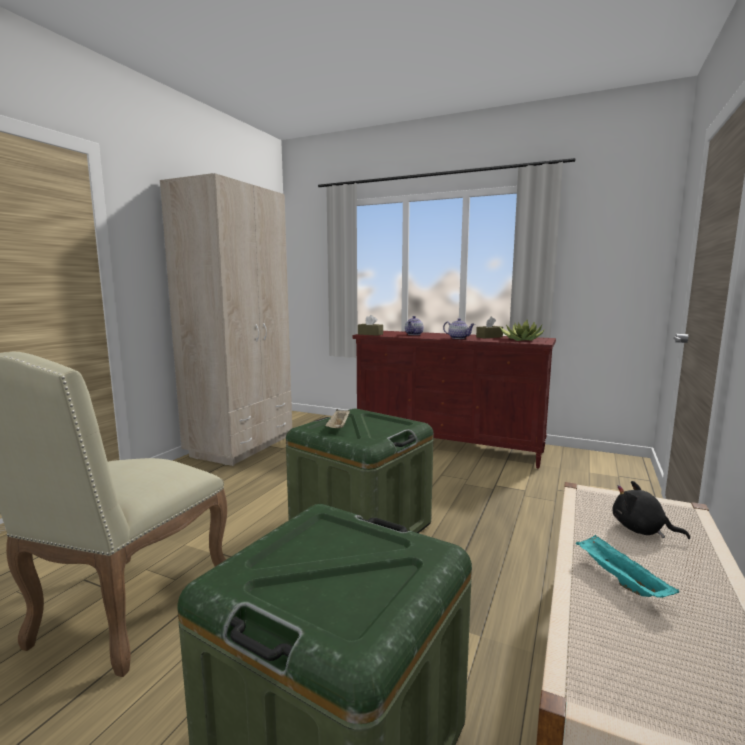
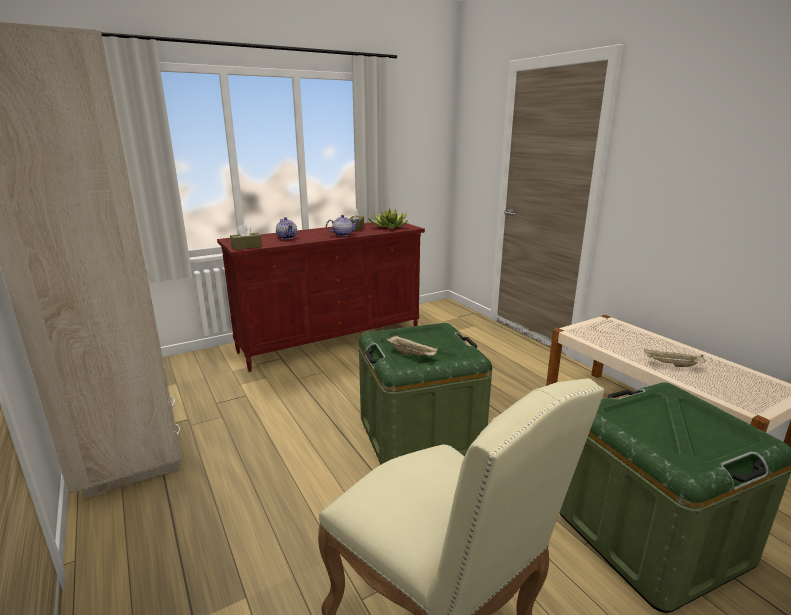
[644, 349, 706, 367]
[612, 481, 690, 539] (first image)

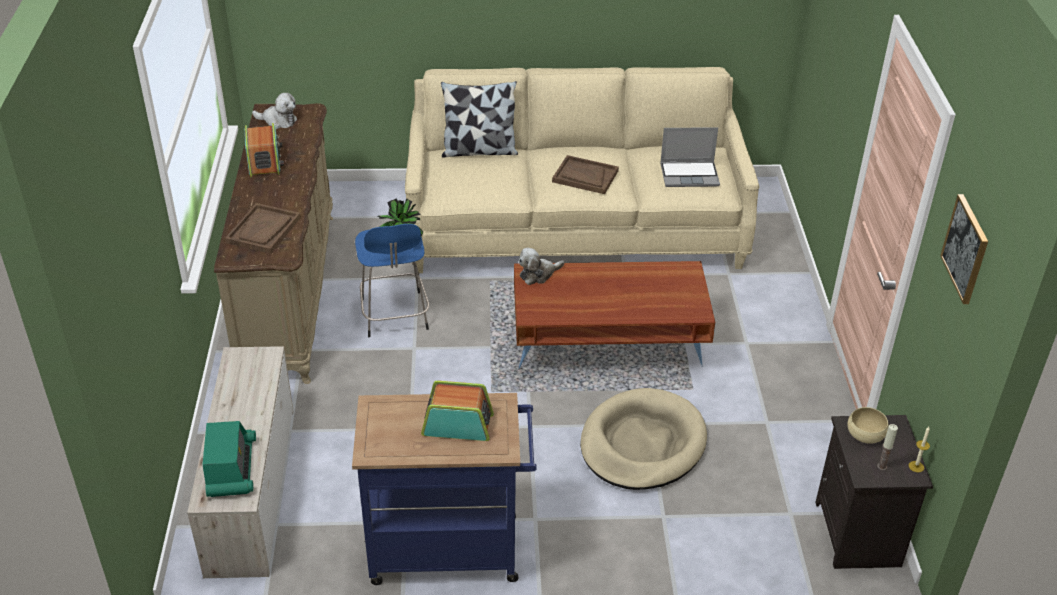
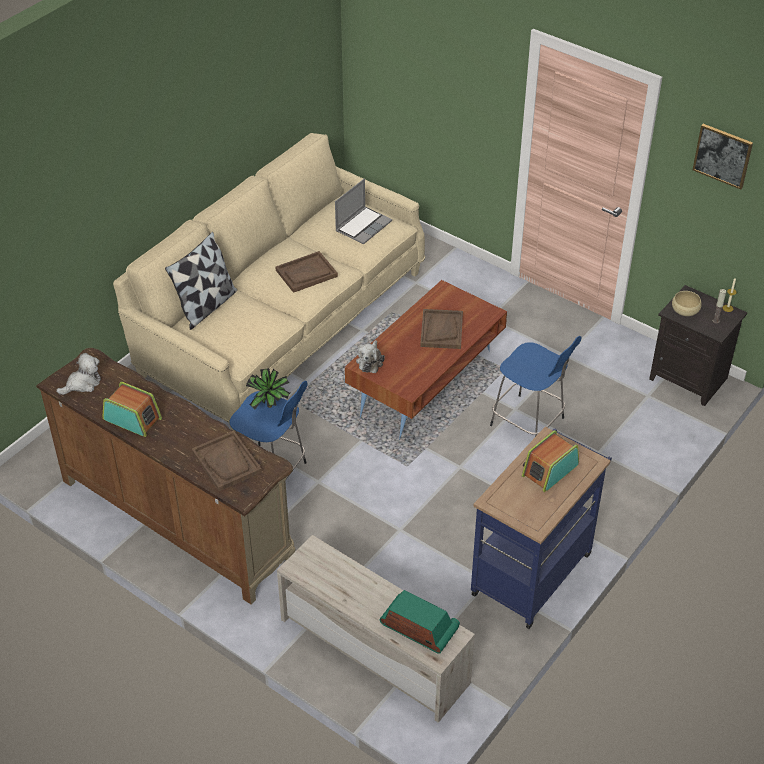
[420, 309, 463, 349]
[490, 336, 581, 437]

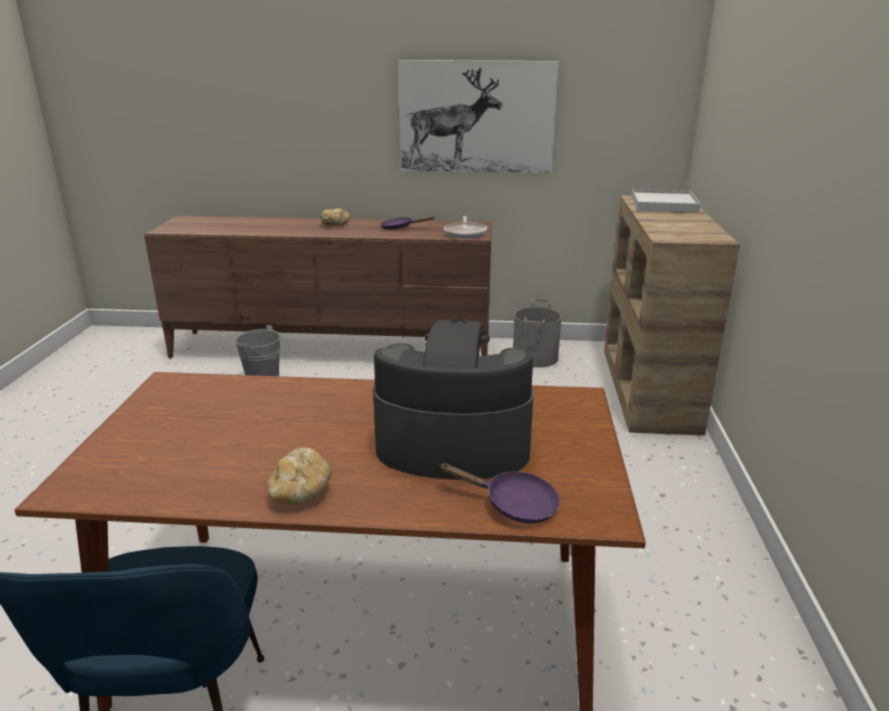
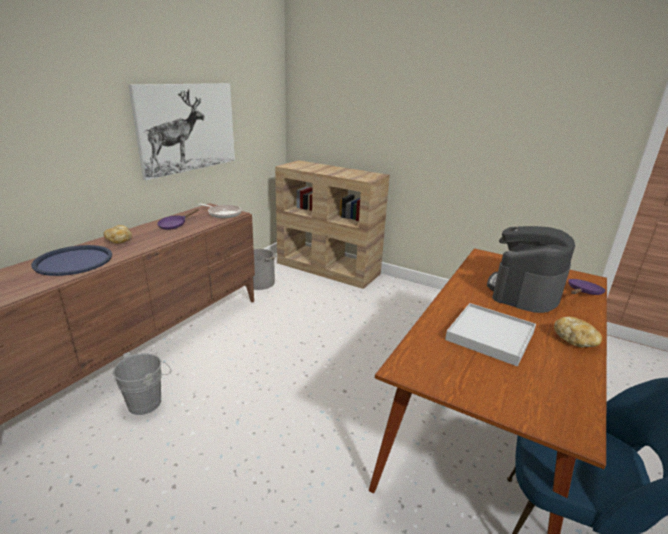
[31, 245, 112, 276]
[445, 303, 536, 367]

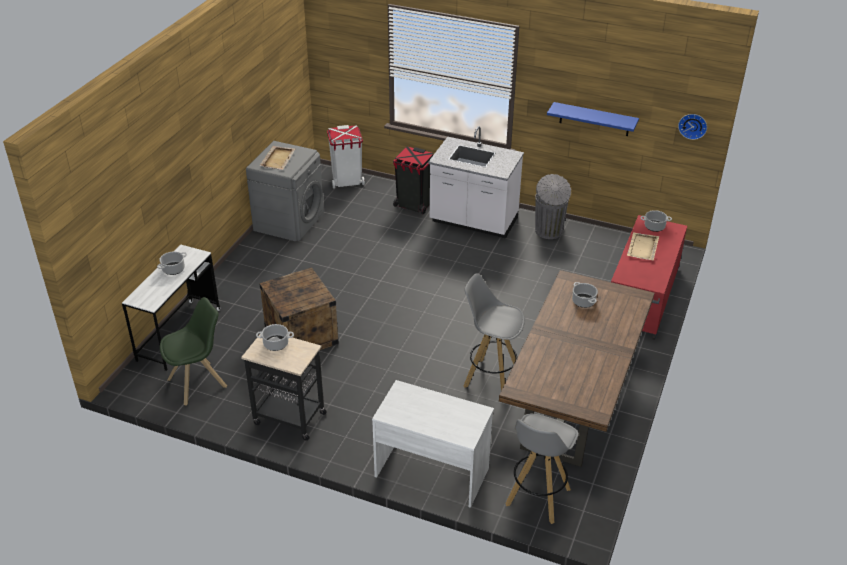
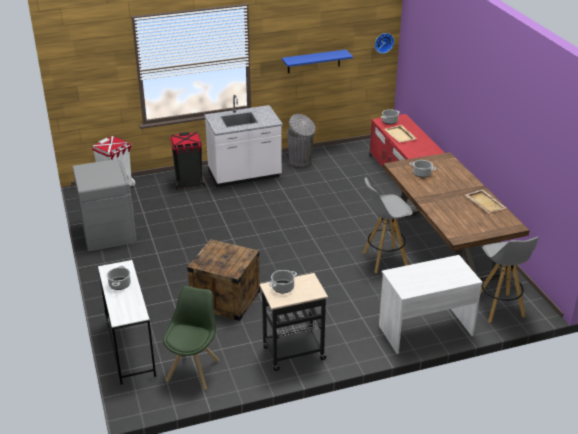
[464, 189, 506, 213]

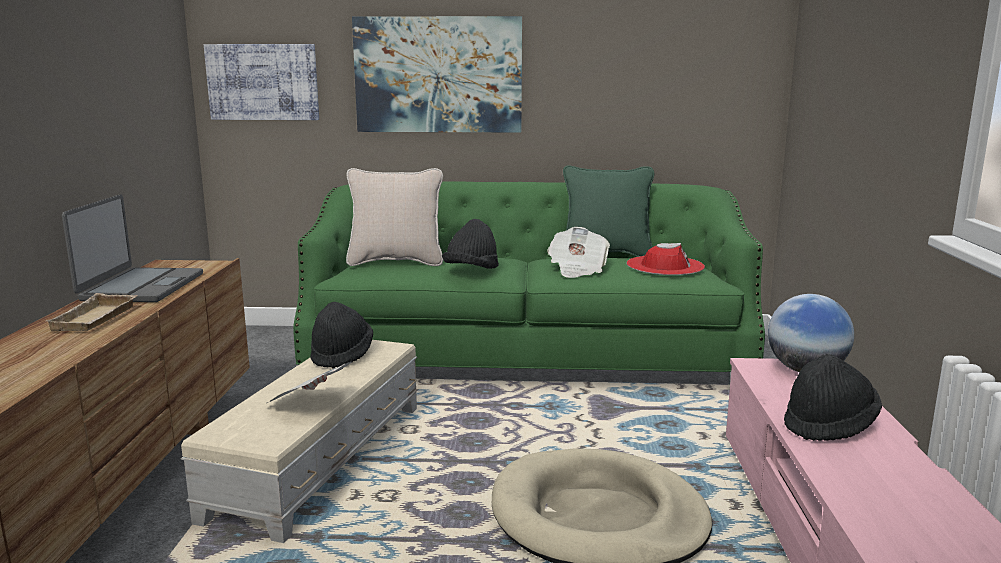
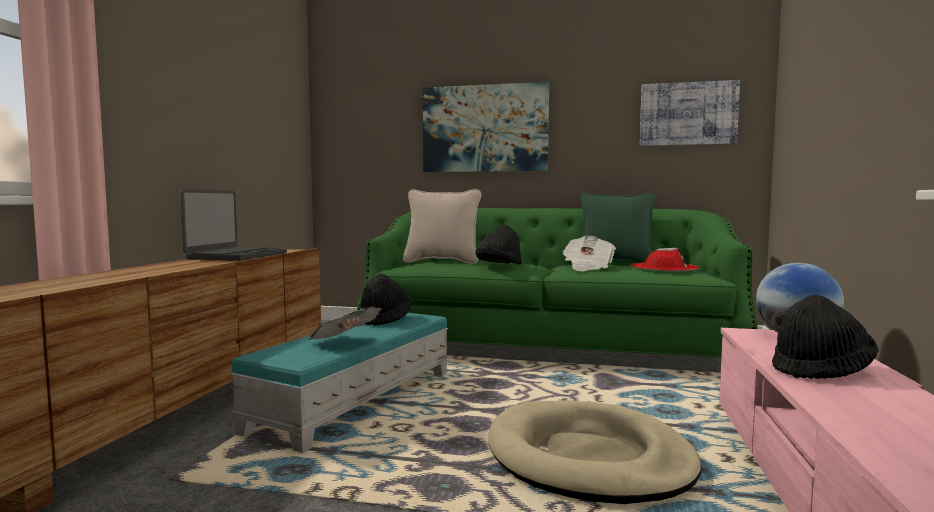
[230, 313, 448, 453]
[640, 80, 740, 146]
[47, 293, 138, 331] (first image)

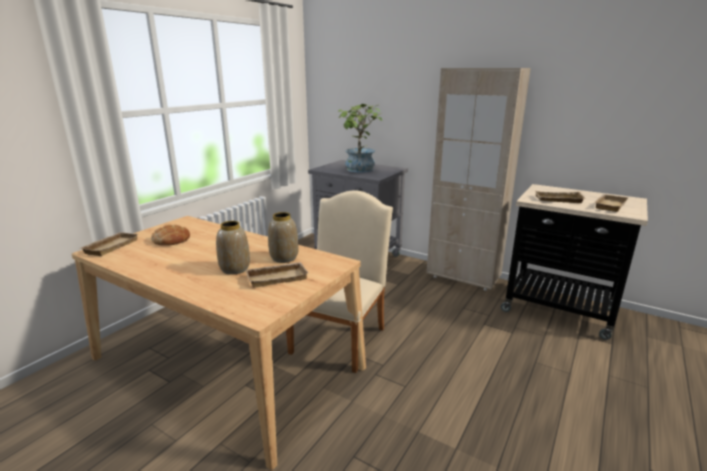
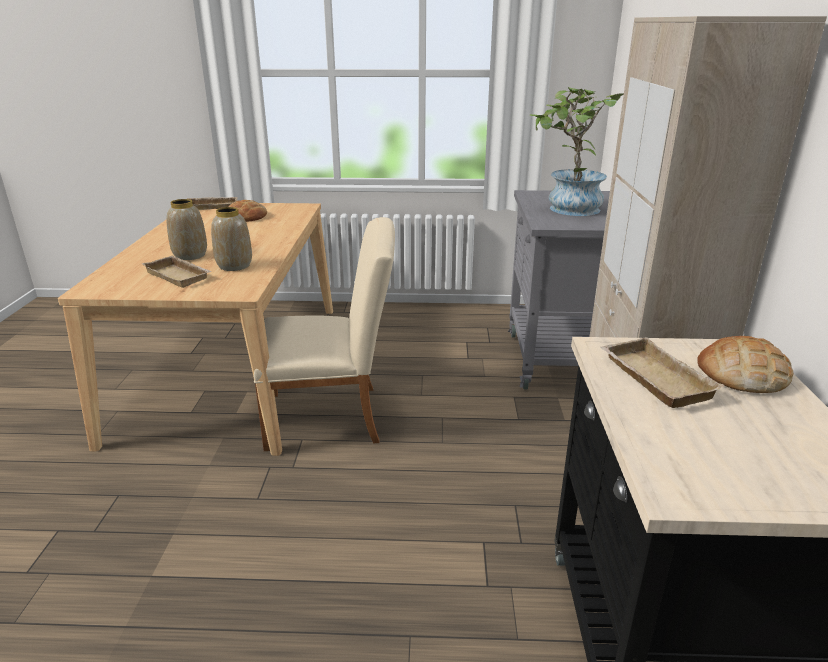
[697, 336, 793, 393]
[594, 194, 629, 212] (first image)

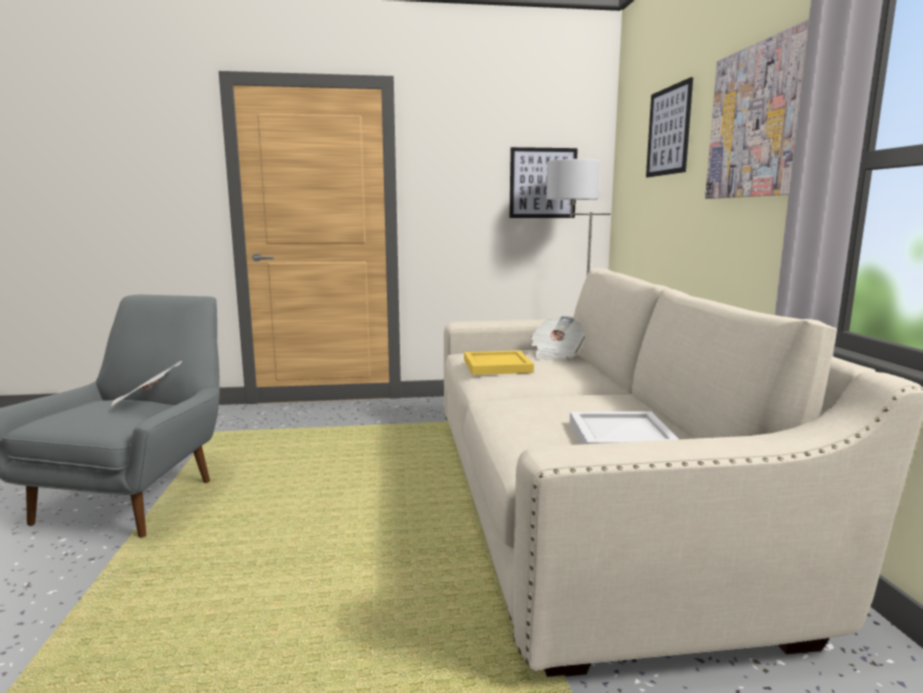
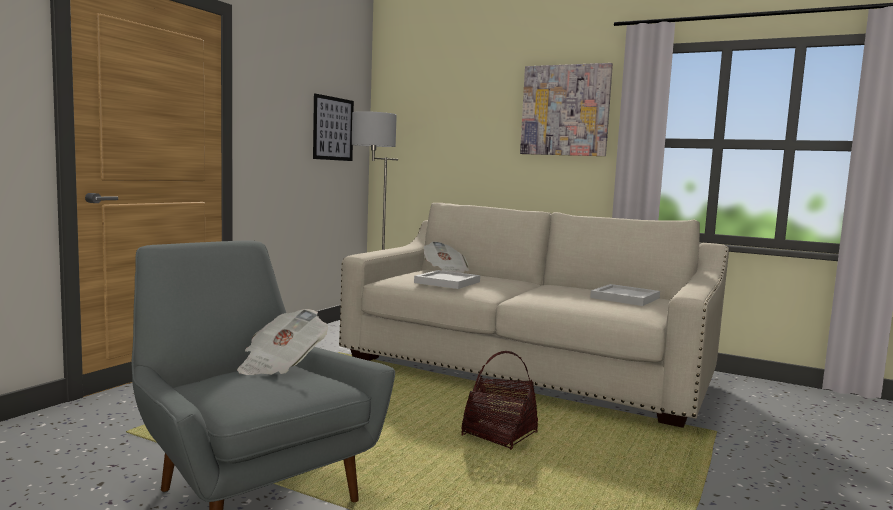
[414, 270, 480, 289]
[461, 351, 538, 450]
[646, 77, 693, 177] (first image)

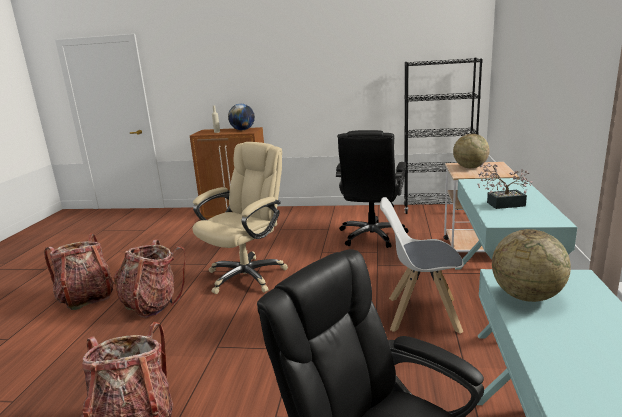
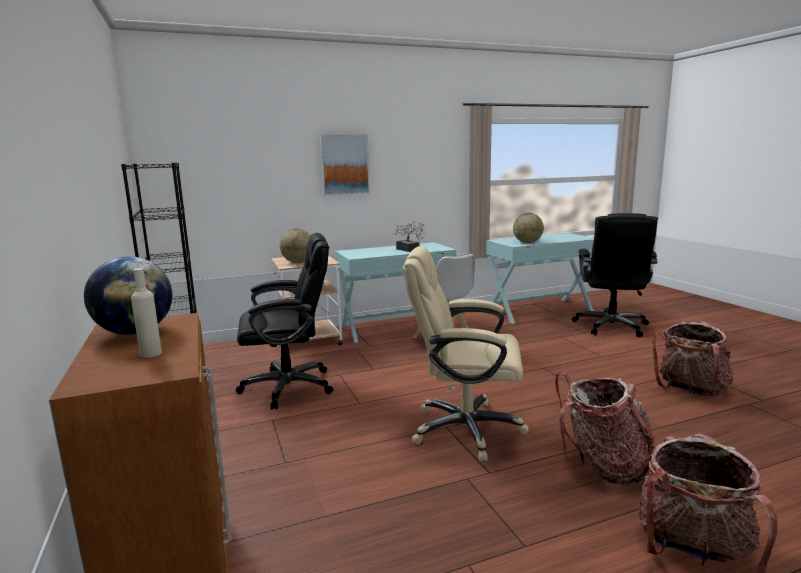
[320, 134, 370, 196]

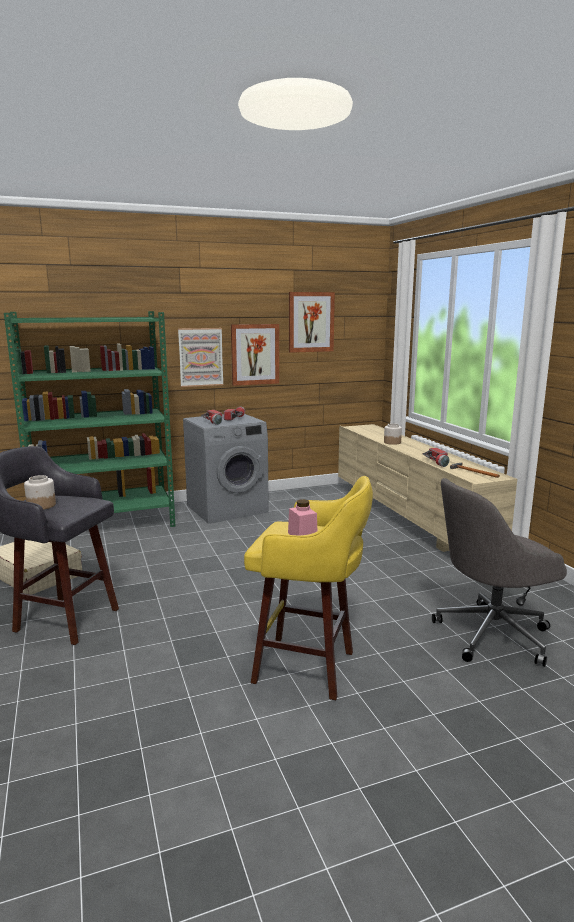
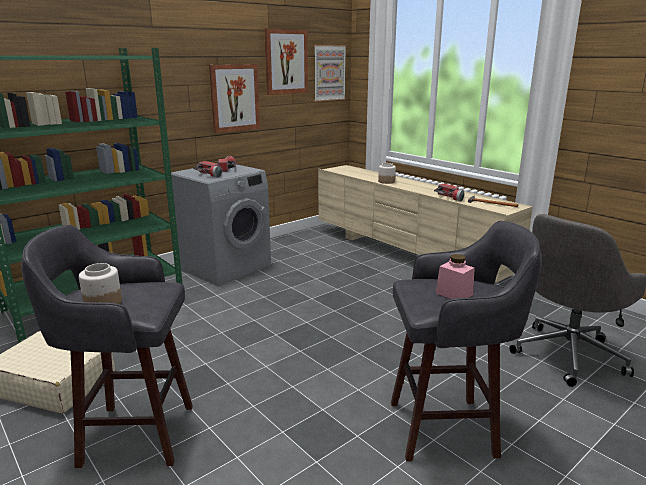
[314, 45, 346, 102]
[391, 221, 542, 461]

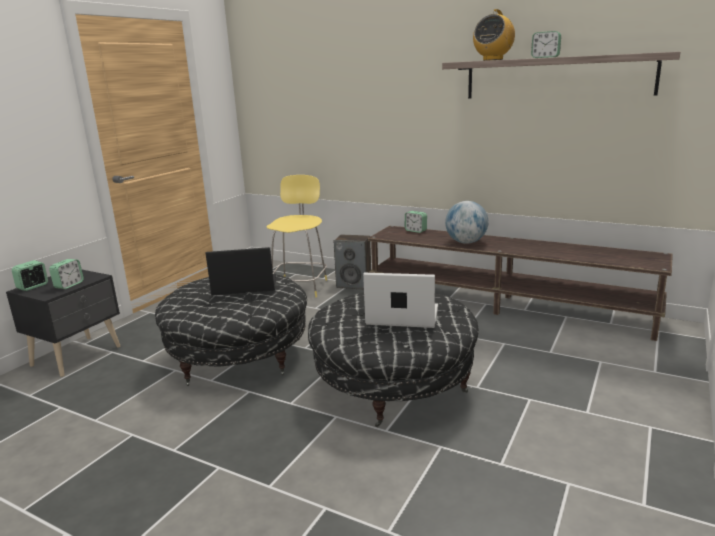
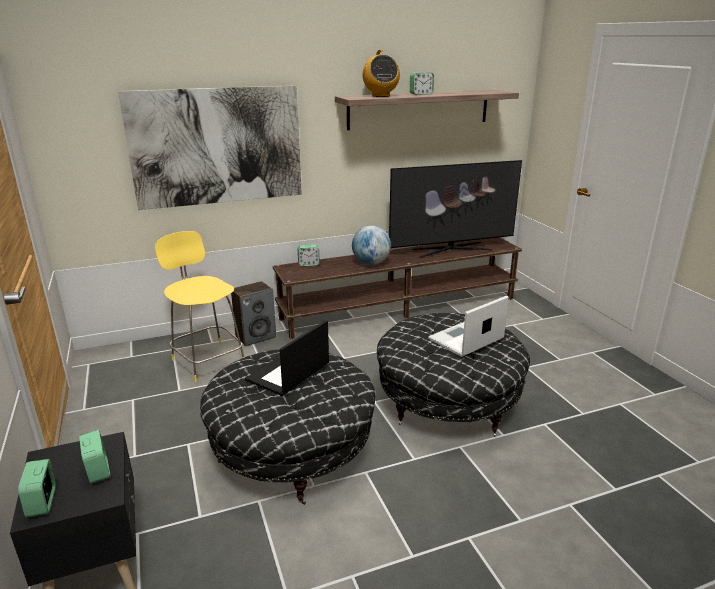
[118, 85, 302, 210]
[389, 160, 522, 258]

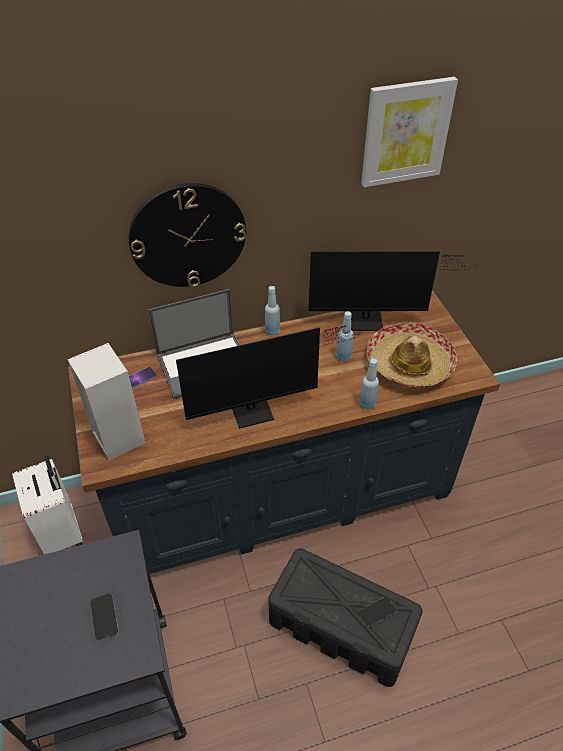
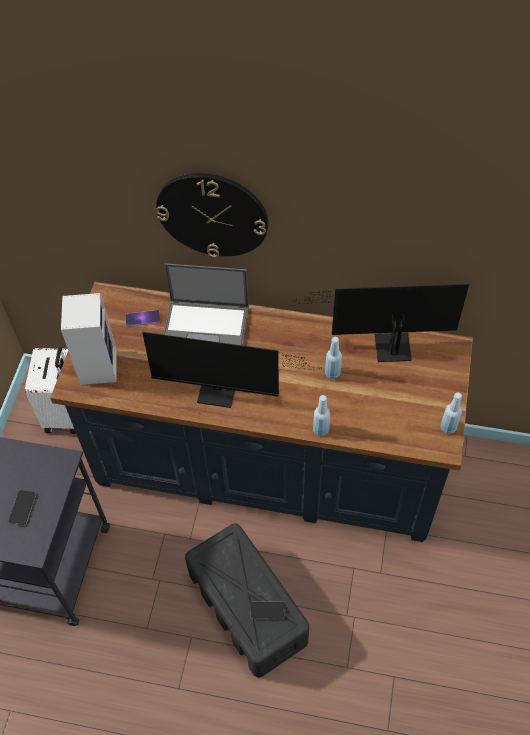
[291, 284, 469, 362]
[441, 392, 462, 434]
[361, 77, 458, 187] (first image)
[366, 322, 457, 388] (first image)

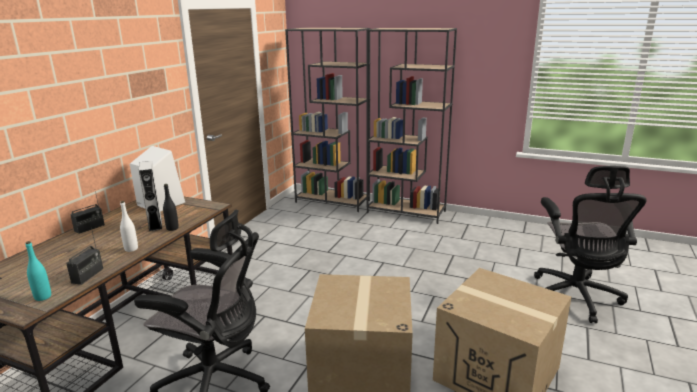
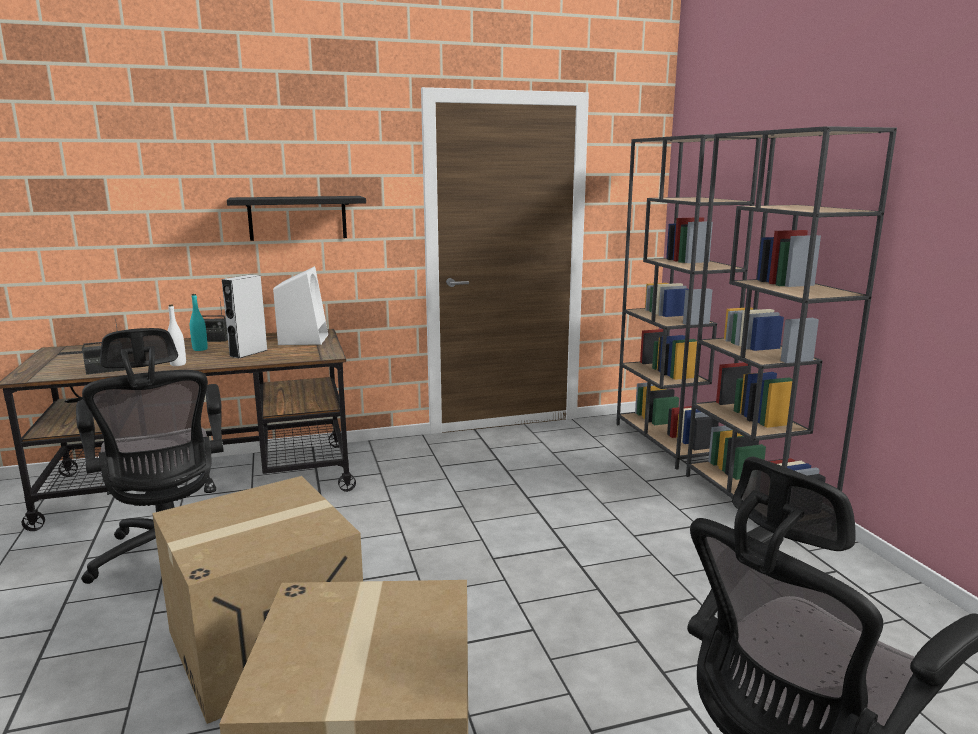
[190, 294, 208, 351]
[227, 196, 366, 241]
[163, 184, 179, 231] (first image)

